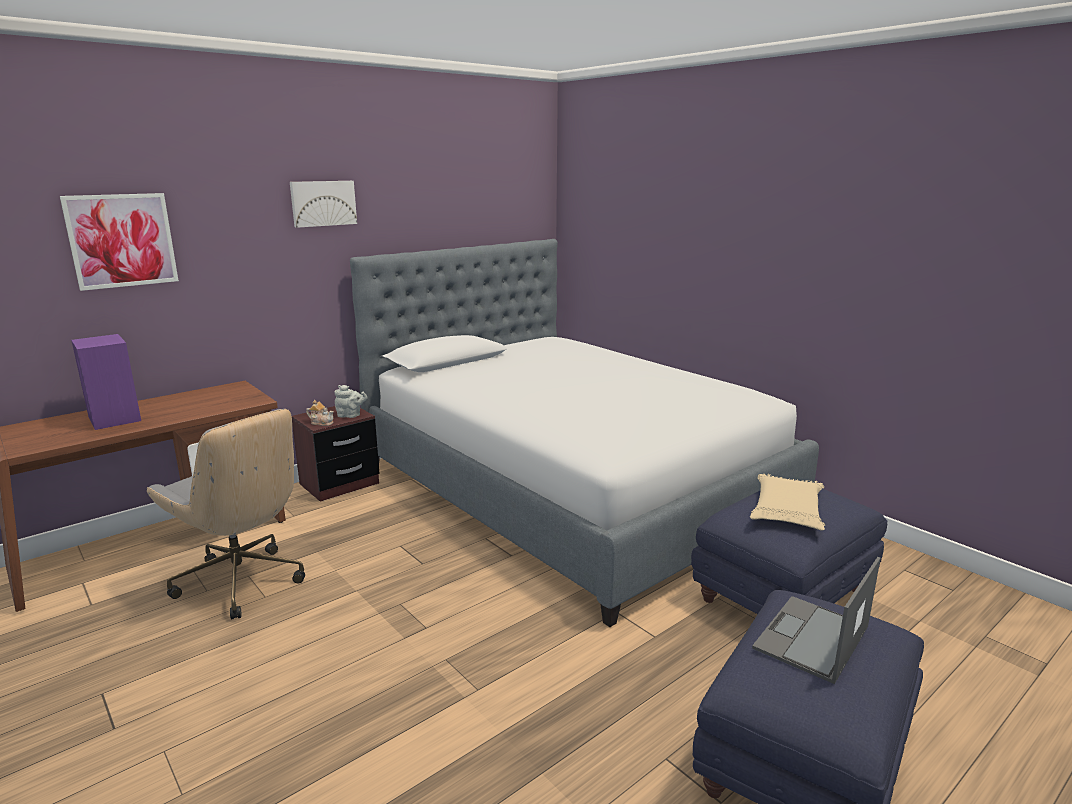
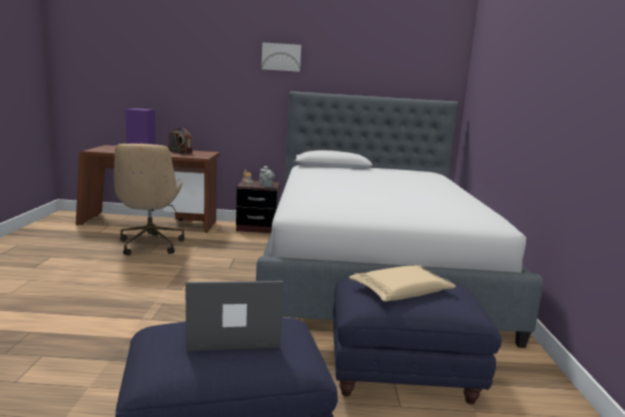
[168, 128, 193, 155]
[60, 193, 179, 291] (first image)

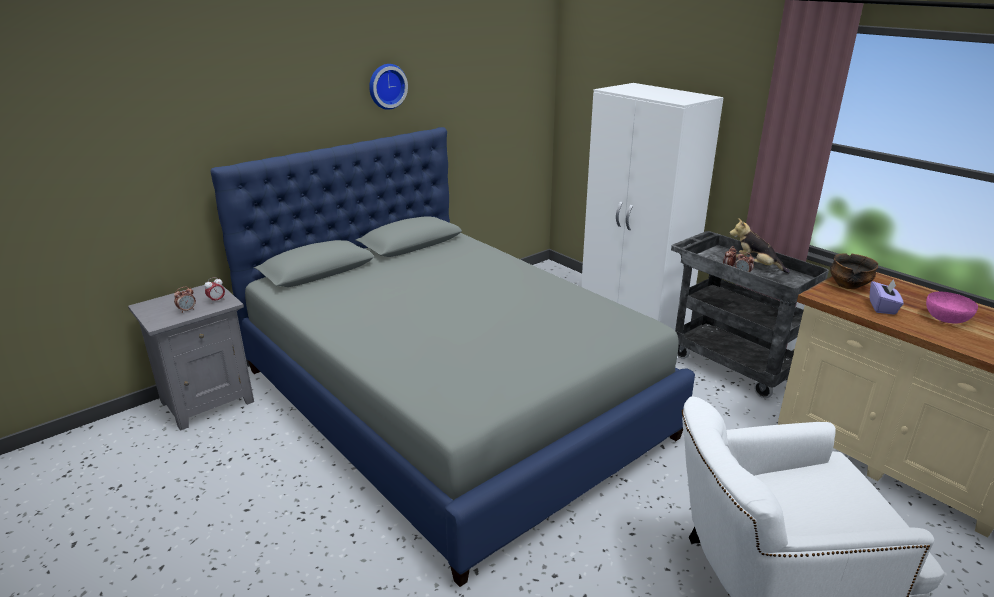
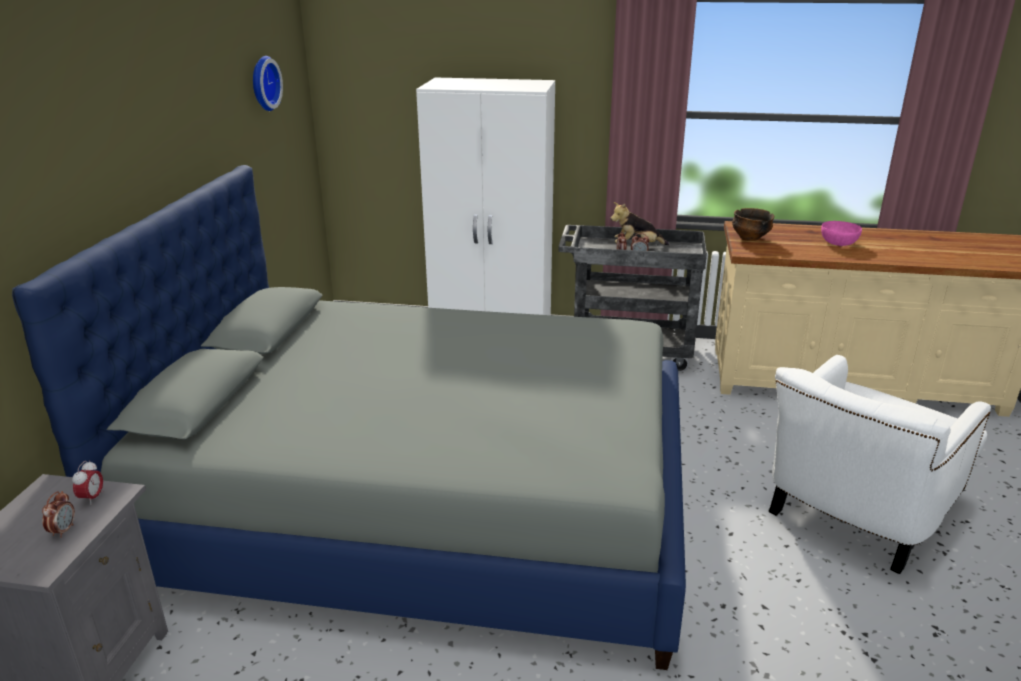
[253, 56, 283, 111]
[870, 280, 904, 315] (first image)

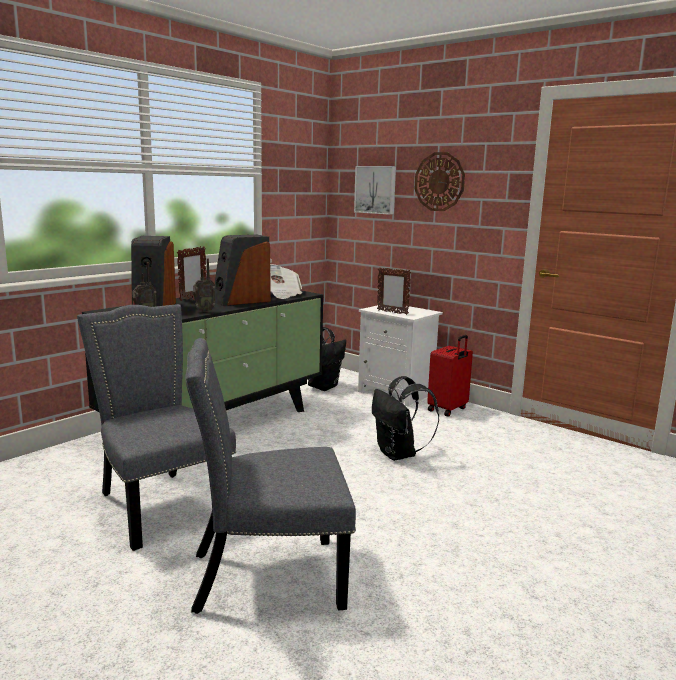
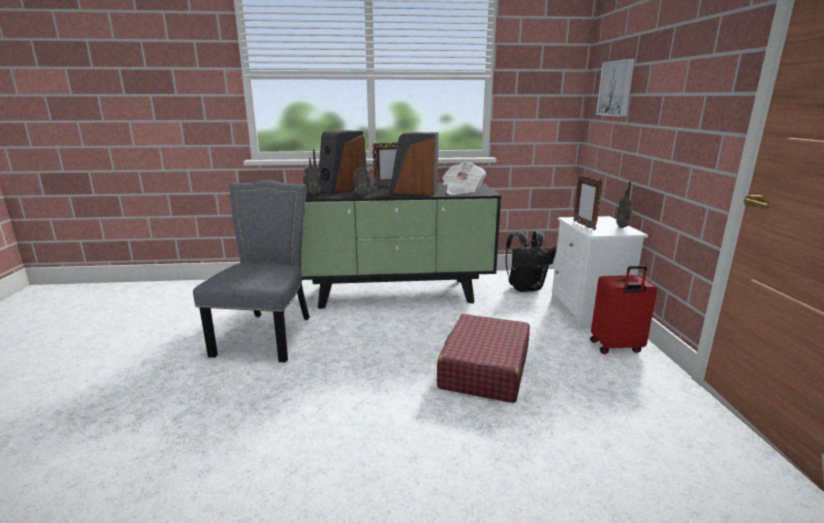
[437, 314, 530, 403]
[616, 181, 633, 228]
[185, 338, 356, 614] (first image)
[414, 152, 465, 211] (first image)

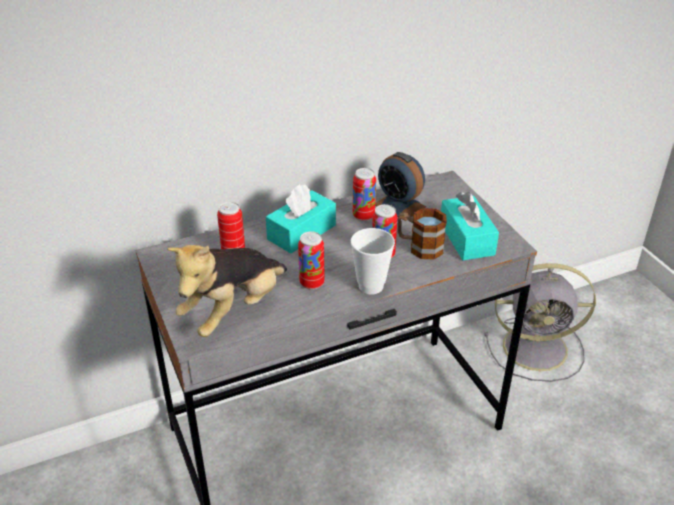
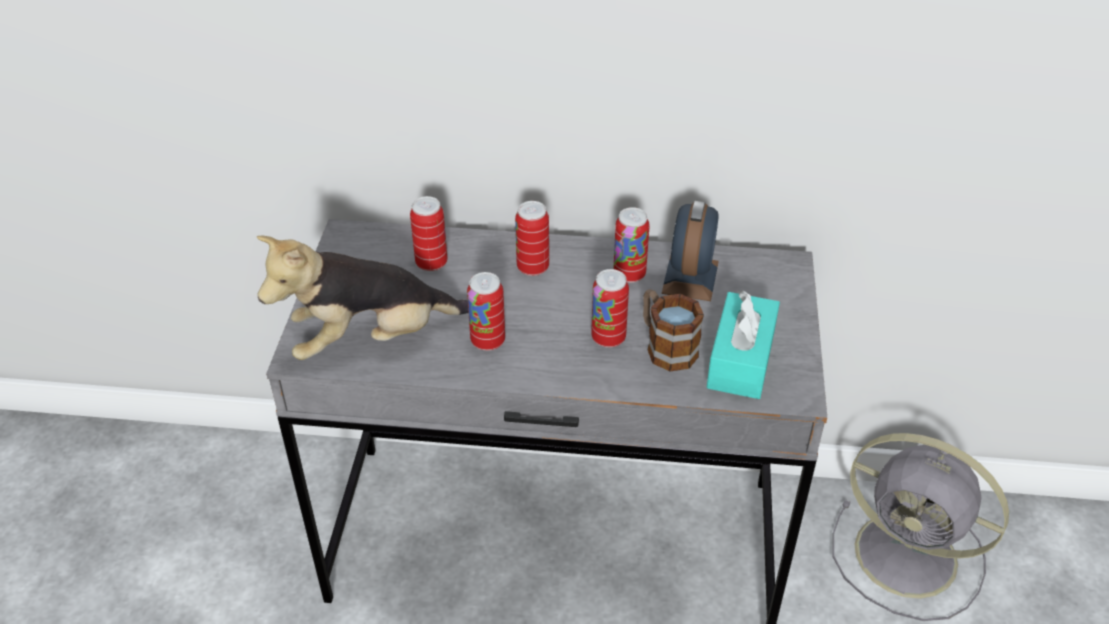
[515, 201, 549, 276]
[662, 201, 719, 301]
[351, 228, 395, 294] (first image)

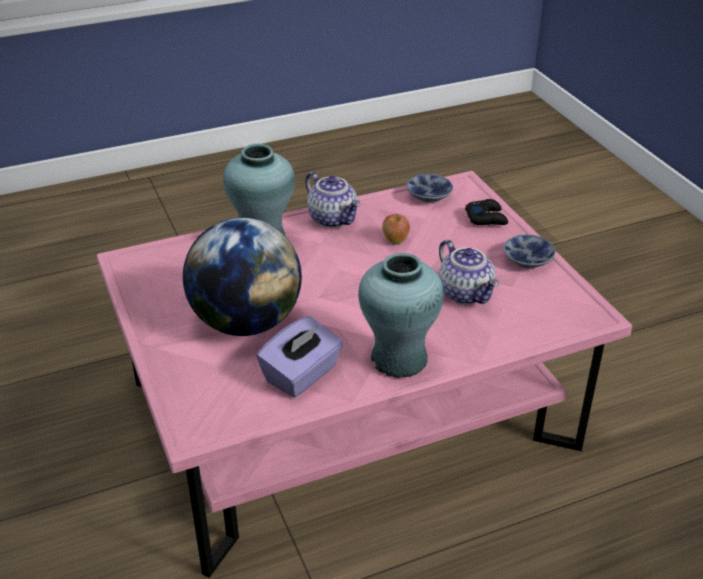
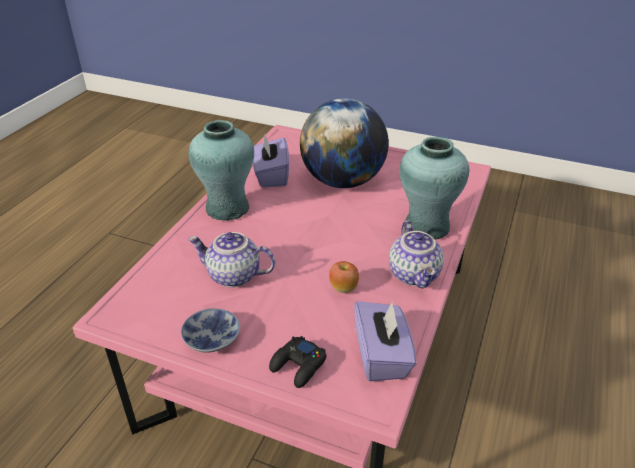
[354, 301, 417, 381]
[389, 220, 444, 288]

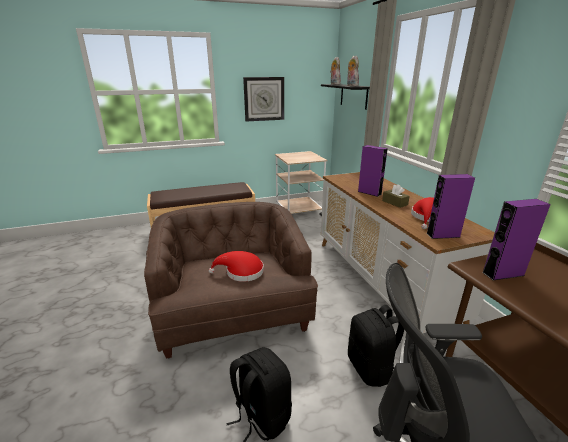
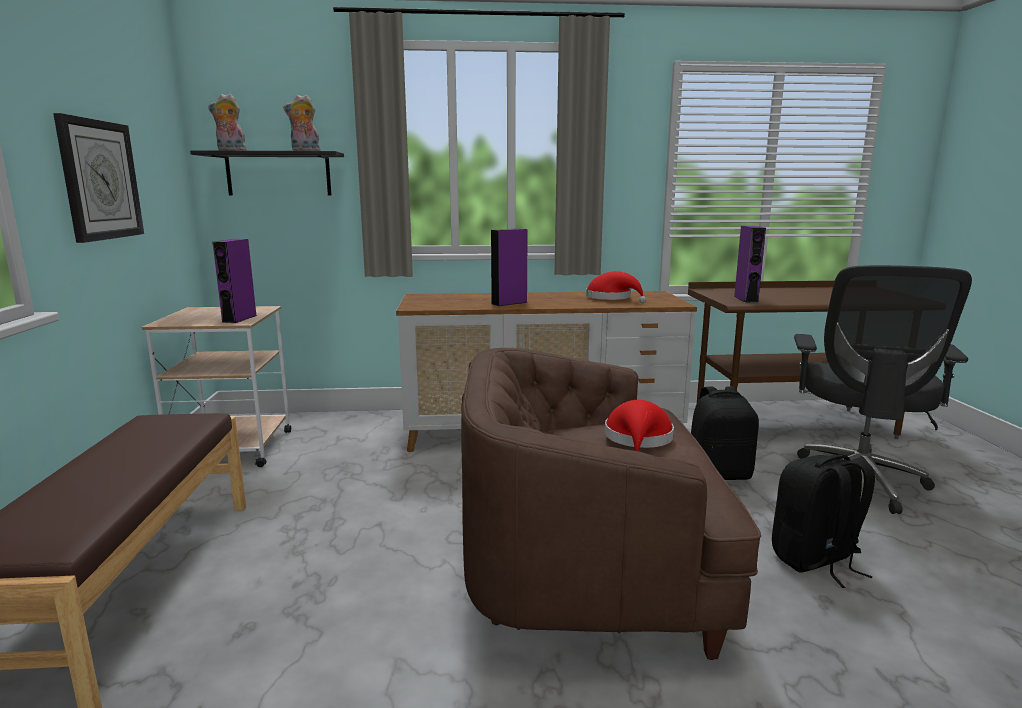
[212, 239, 256, 323]
[382, 184, 410, 208] (first image)

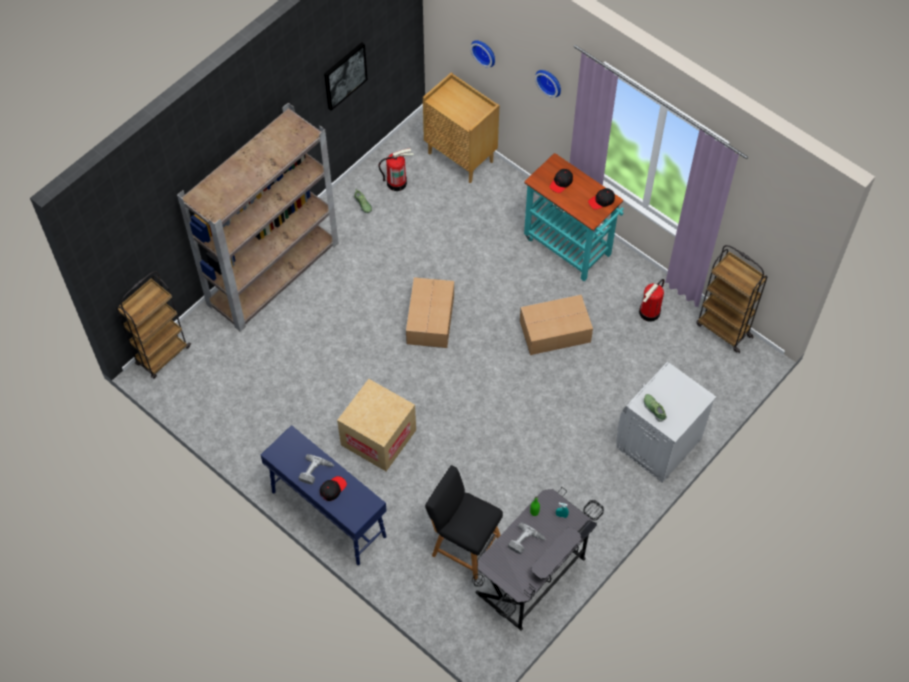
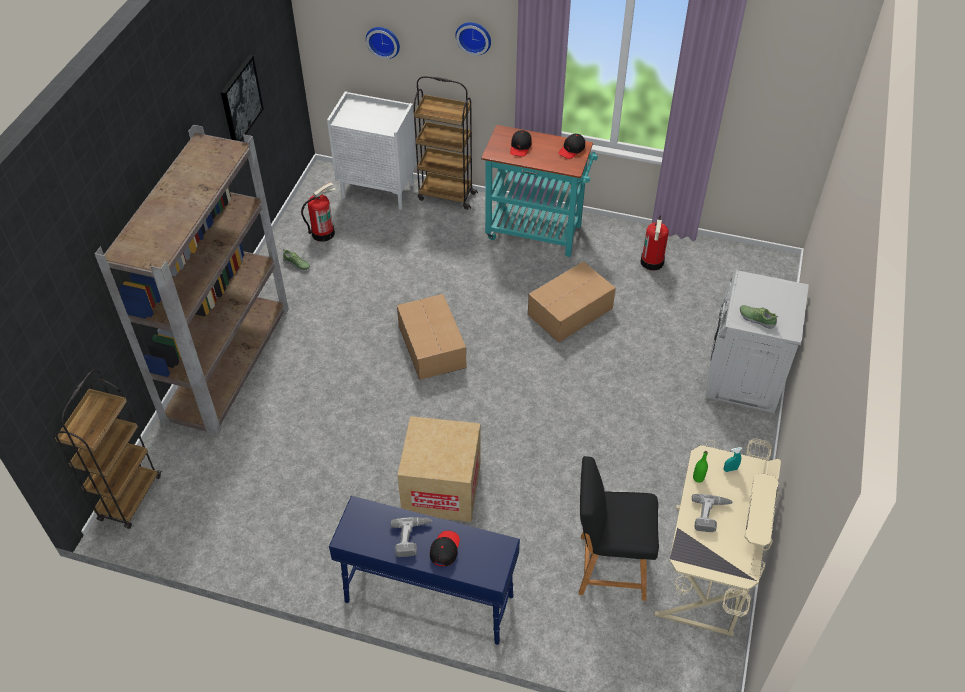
[327, 91, 416, 210]
[414, 76, 478, 210]
[654, 438, 781, 636]

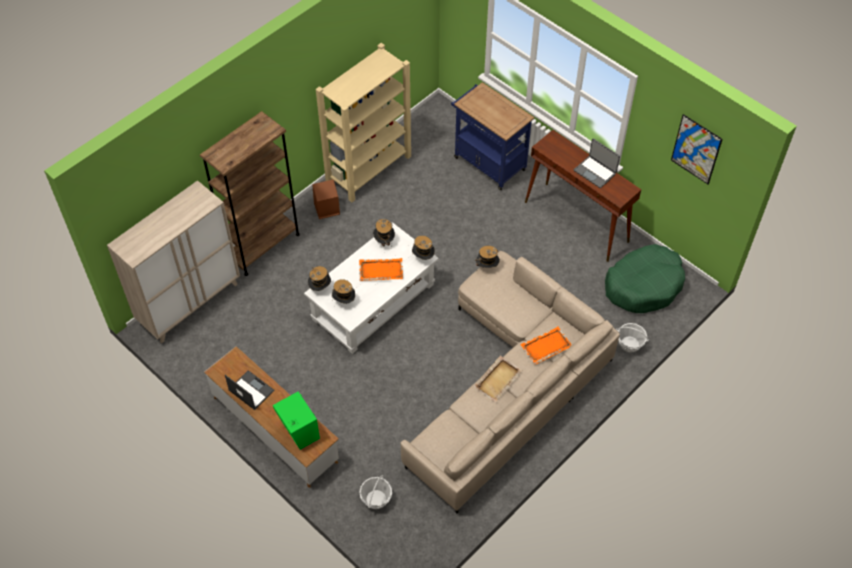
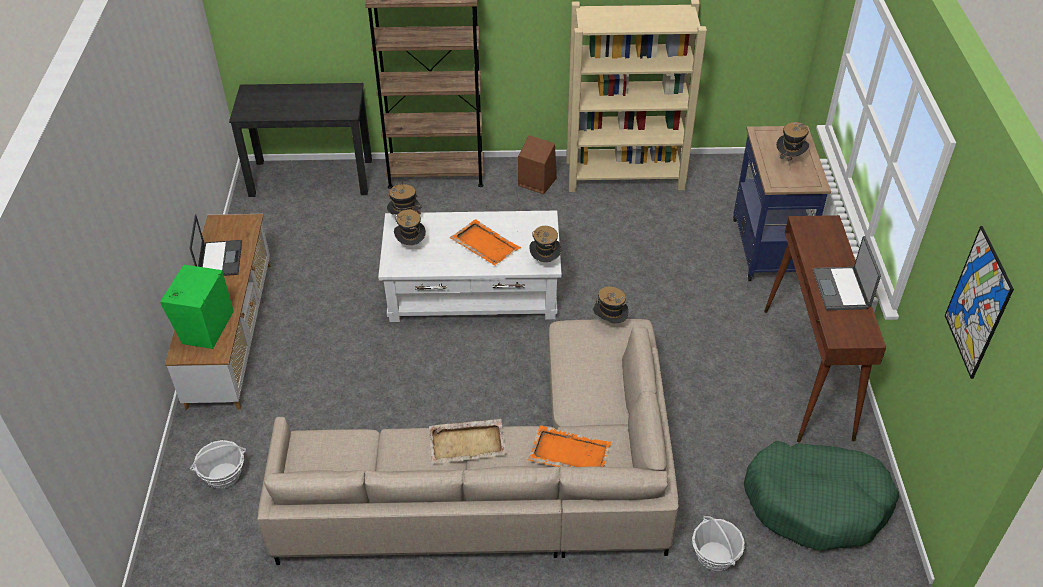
[229, 83, 372, 197]
[776, 122, 809, 168]

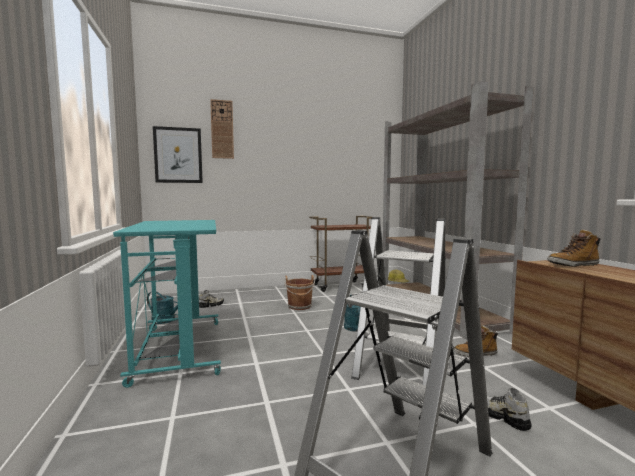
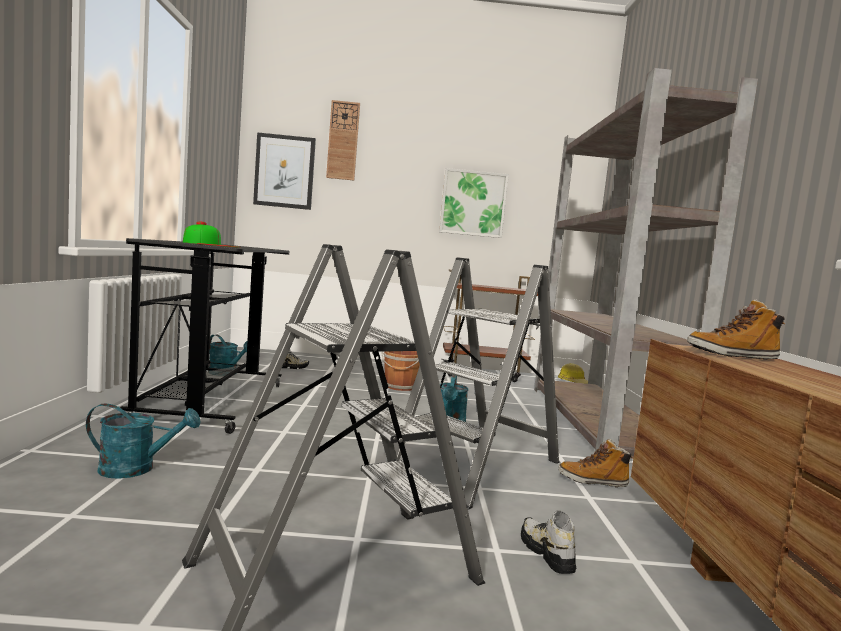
[86, 403, 200, 479]
[120, 238, 290, 434]
[183, 222, 241, 248]
[439, 168, 509, 238]

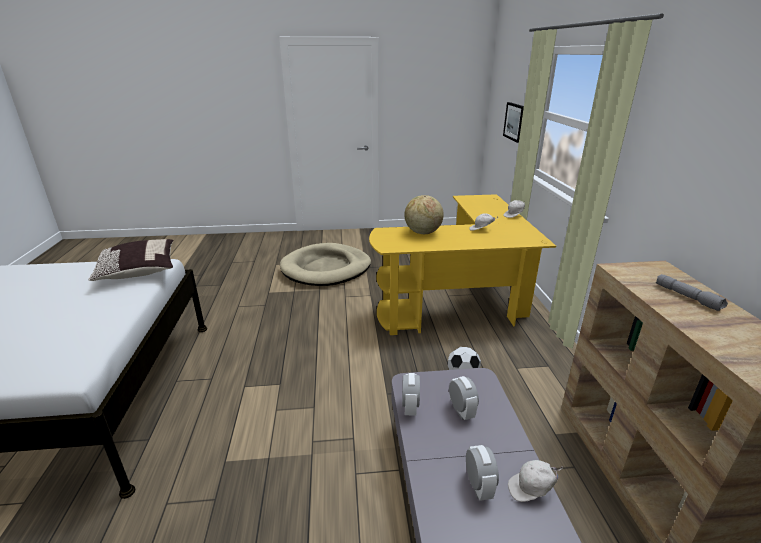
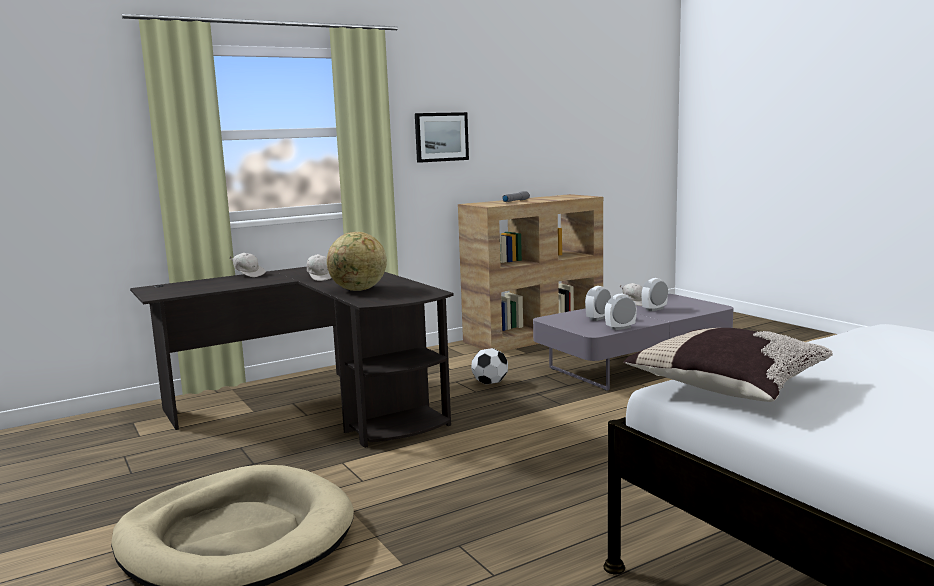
[130, 267, 453, 448]
[415, 112, 469, 163]

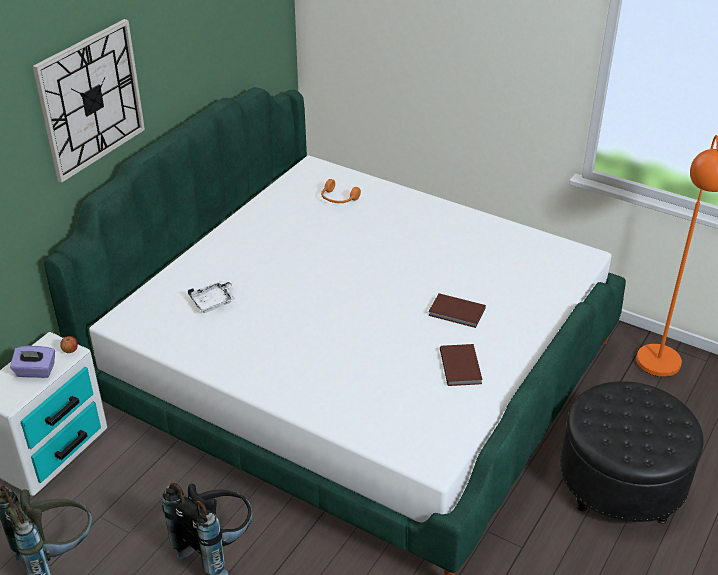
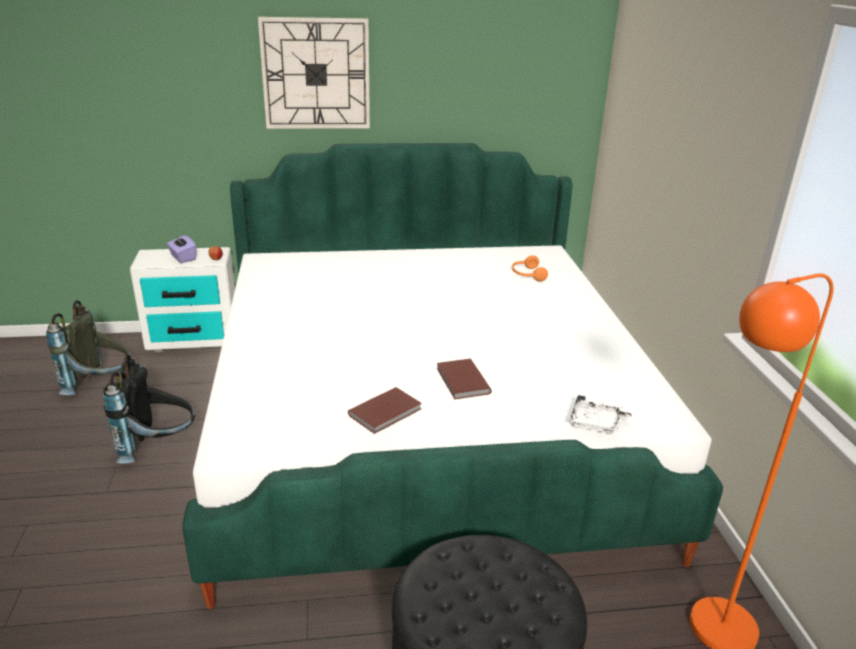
[569, 395, 636, 434]

